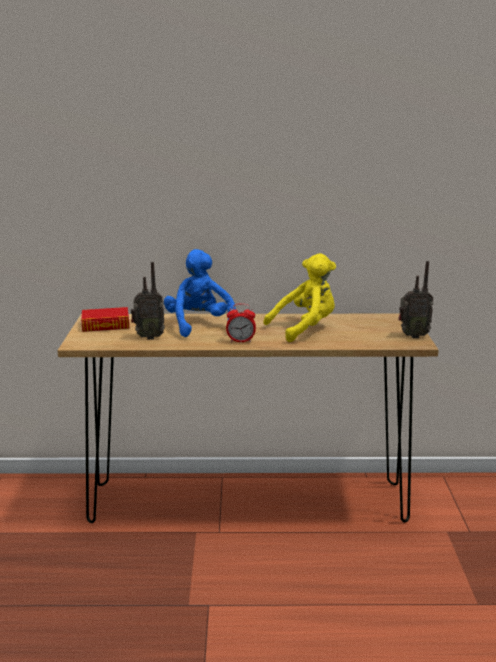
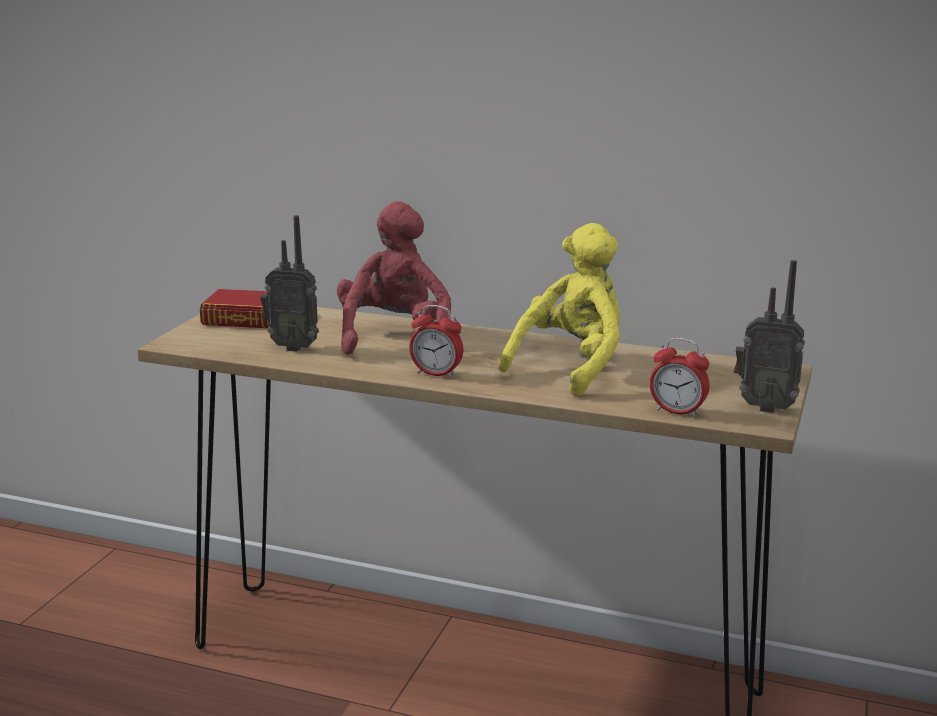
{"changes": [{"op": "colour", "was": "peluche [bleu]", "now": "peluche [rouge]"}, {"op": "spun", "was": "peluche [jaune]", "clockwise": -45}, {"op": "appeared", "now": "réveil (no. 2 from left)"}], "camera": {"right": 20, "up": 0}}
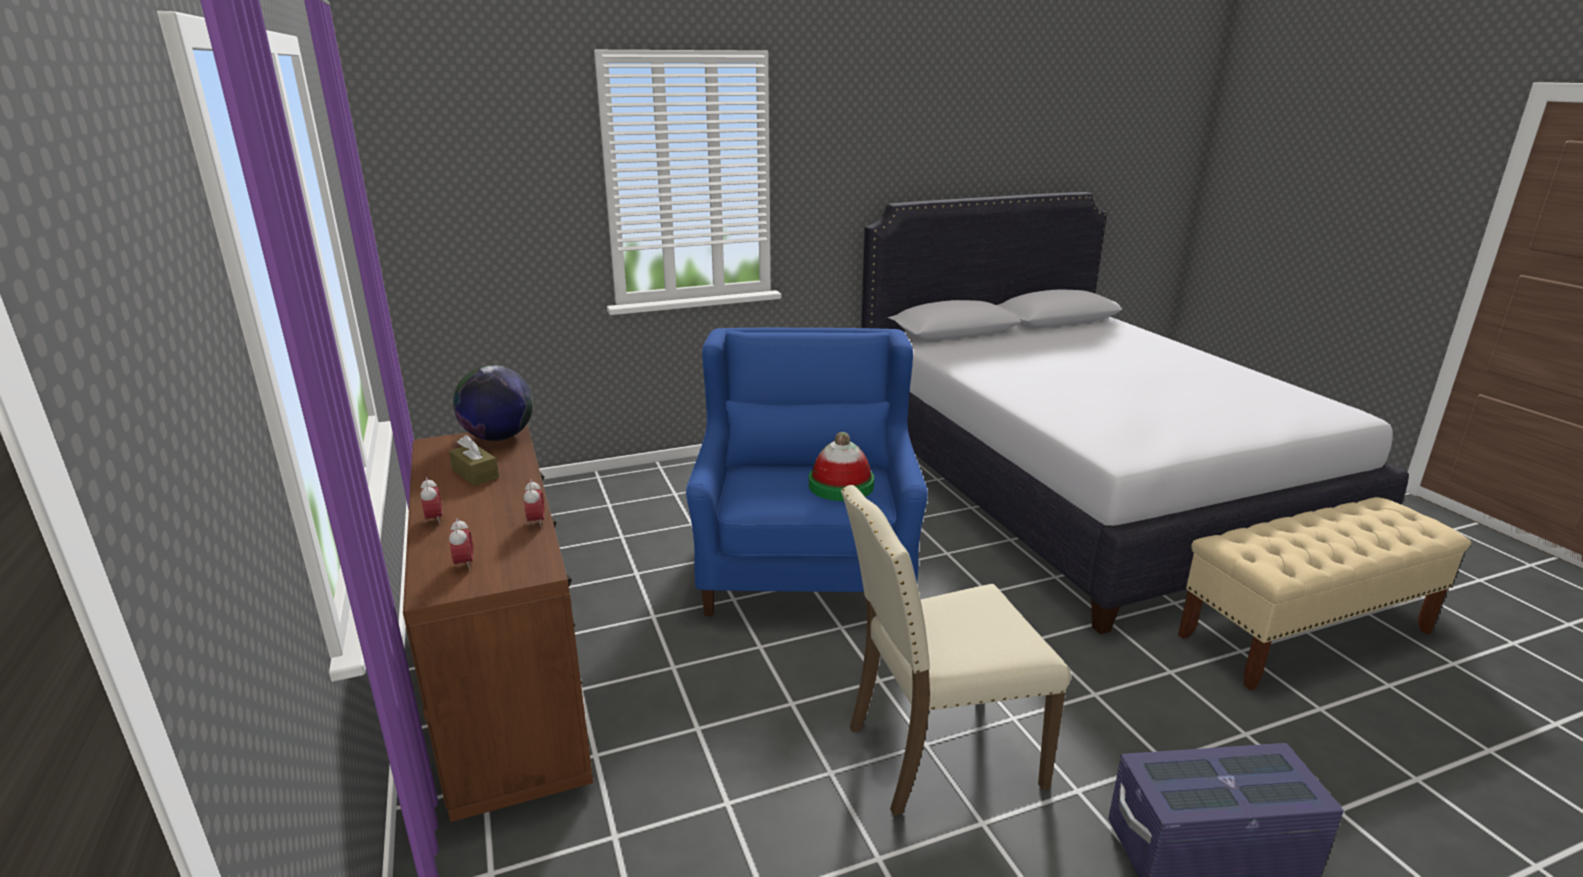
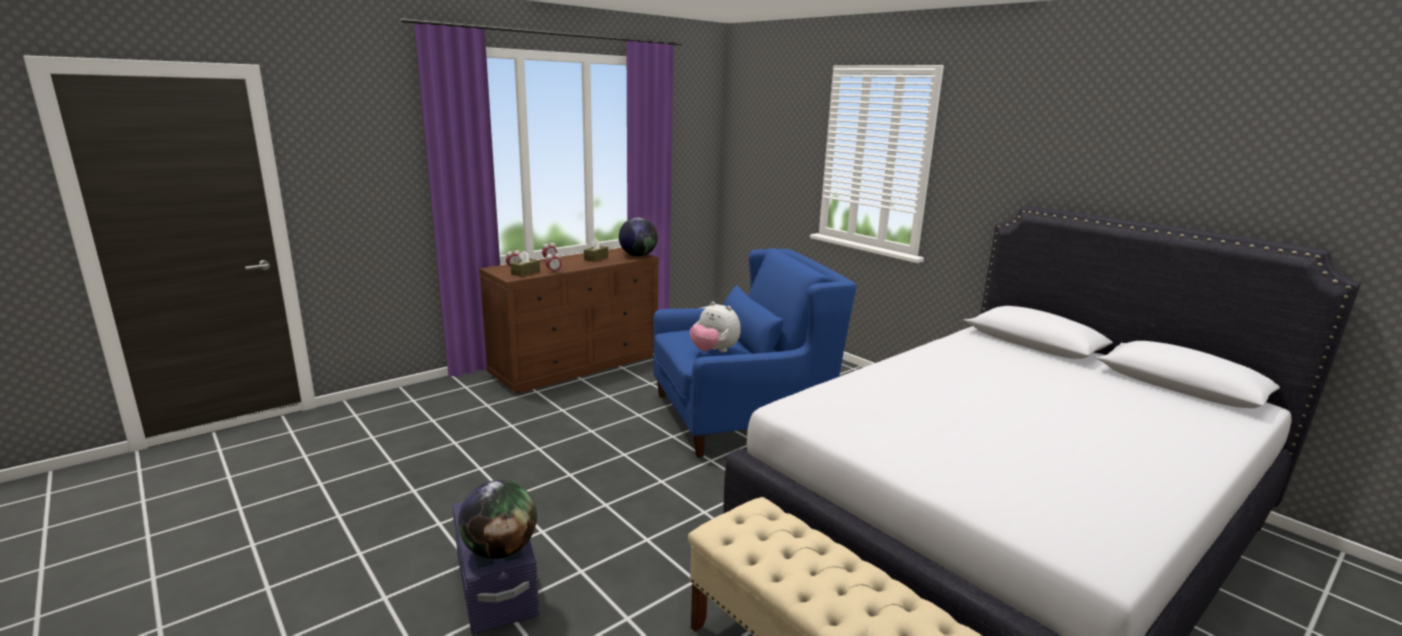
{"changes": [{"op": "exchanged", "was": "chapeau", "now": "peluche"}, {"op": "missing", "was": "chaise [beige]"}, {"op": "appeared", "now": "globe (no. 1 from left)"}, {"op": "appeared", "now": "boîte à mouchoirs [marron] (no. 1 from left)"}], "camera": {"right": 70, "up": -5}}
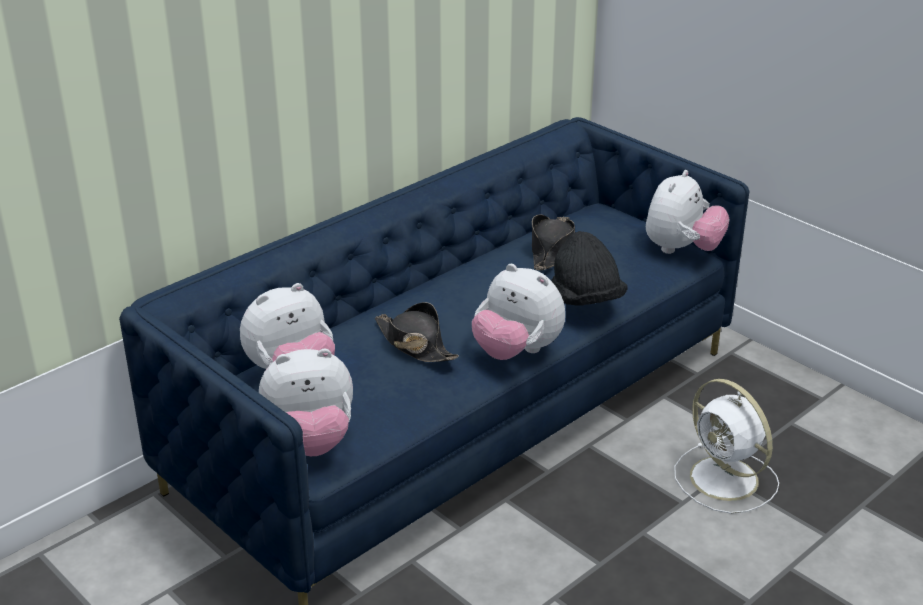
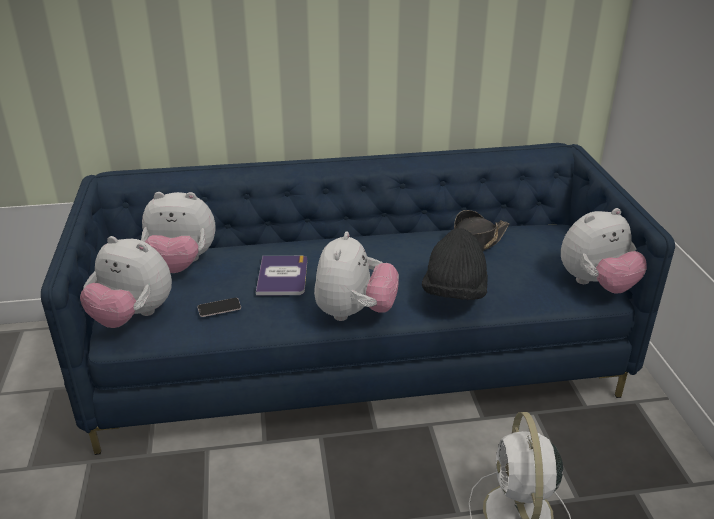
{"changes": [{"op": "exchanged", "was": "chapeau [noir] (no. 1 from left)", "now": "livre"}, {"op": "spun", "was": "peluche (no. 3 from left)", "clockwise": -150}, {"op": "appeared", "now": "téléphone"}], "camera": {"right": 35, "up": 0}}
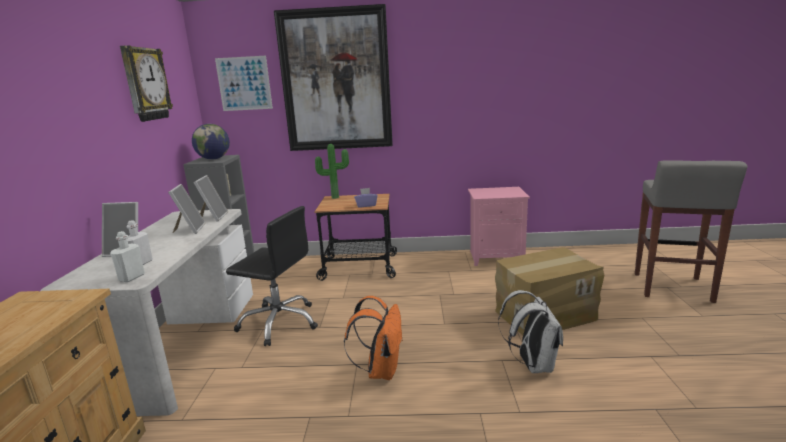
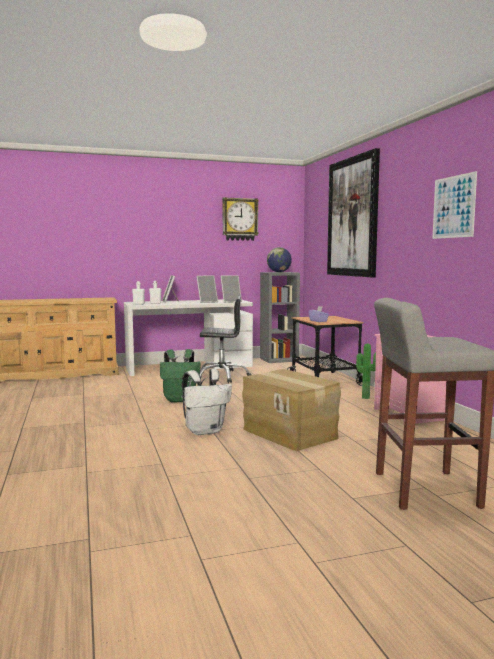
{"changes": [{"op": "relocated", "was": "tableau (no. 1 from left in the first image)", "now": "tableau (no. 2 from left)"}, {"op": "spun", "was": "chaise de bureau [noir]", "clockwise": -90}, {"op": "relocated", "was": "plante en pot"}, {"op": "colour", "was": "sac à dos [orange]", "now": "sac à dos [vert]"}], "camera": {"right": 70, "up": -10}}
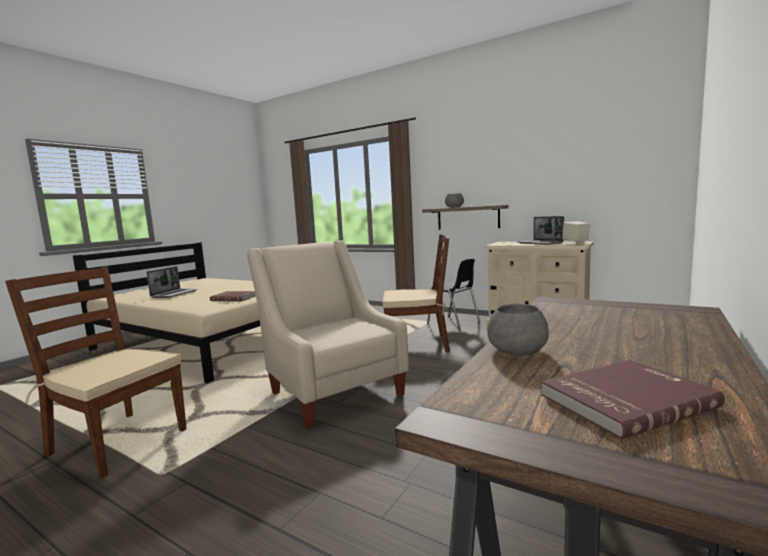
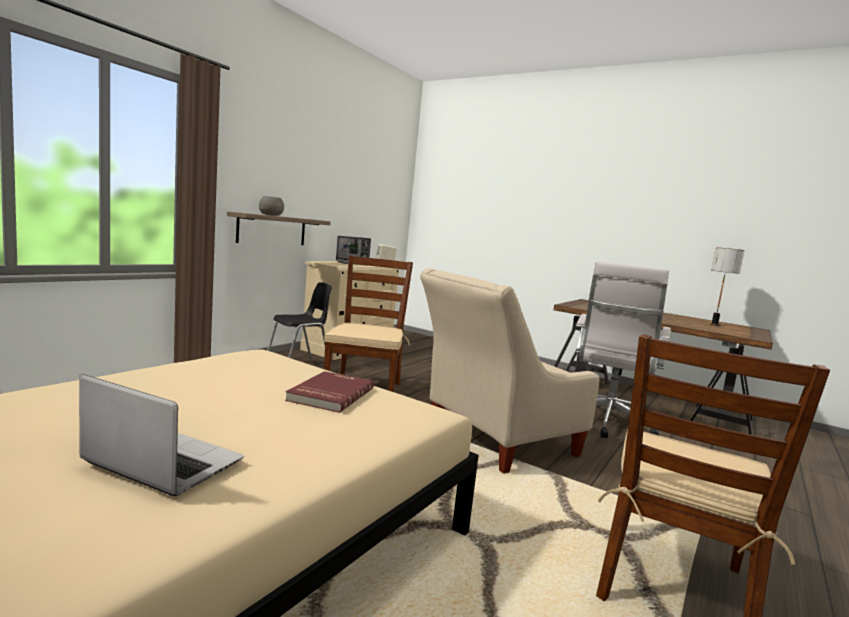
{"changes": [{"op": "missing", "was": "bol [gris] (no. 2 from left)"}, {"op": "exchanged", "was": "livre [rouge] (no. 2 from left)", "now": "lampe de table"}, {"op": "appeared", "now": "chaise de bureau [blanc]"}], "camera": {"right": -90, "up": 0}}
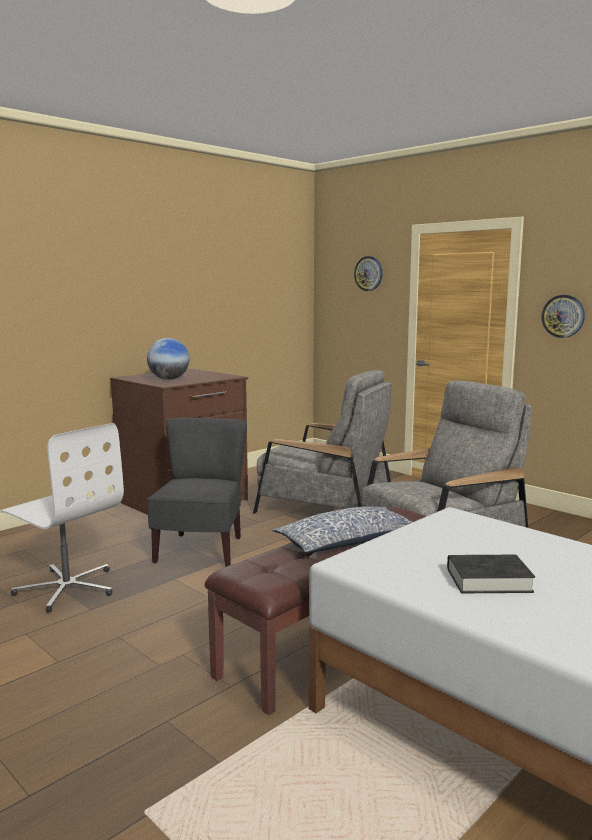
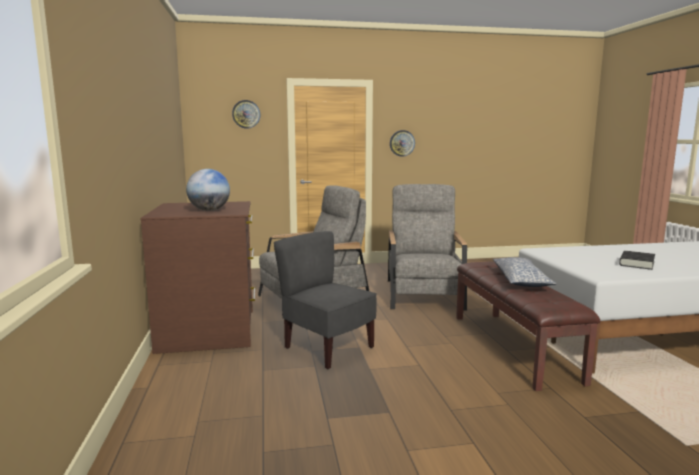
{"changes": [{"op": "missing", "was": "chaise de bureau [blanc]"}], "camera": {"right": -55, "up": 0}}
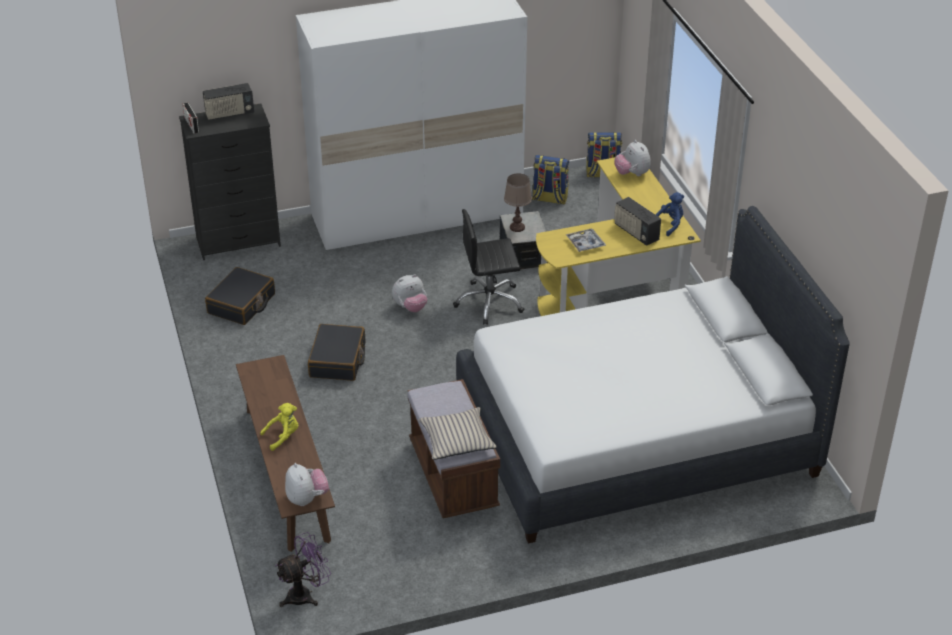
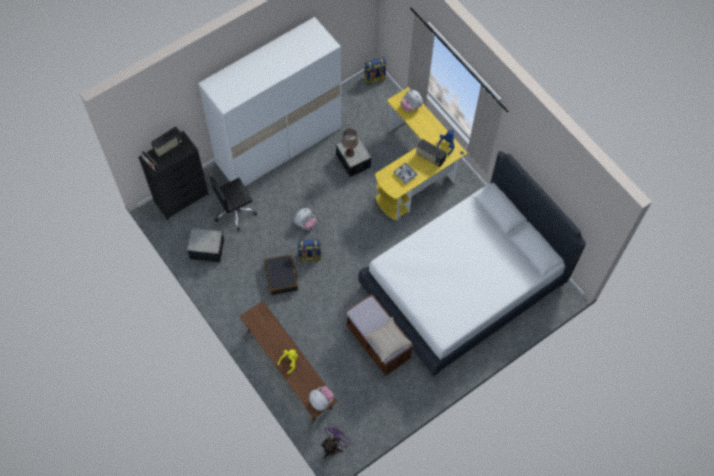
{"changes": [{"op": "exchanged", "was": "valise [noir] (no. 1 from left)", "now": "boîte de rangement (no. 1 from left)"}, {"op": "relocated", "was": "chaise de bureau [noir]"}, {"op": "relocated", "was": "sac à dos (no. 1 from left)"}], "camera": {"right": -20, "up": 25}}
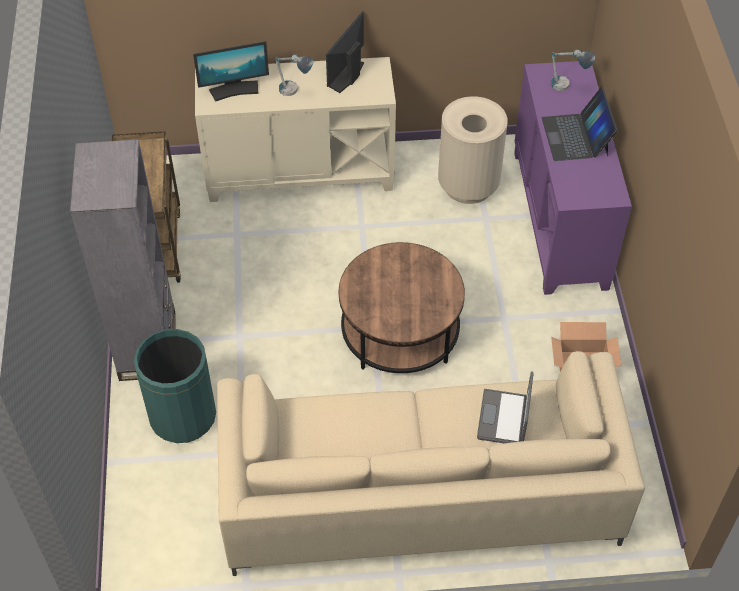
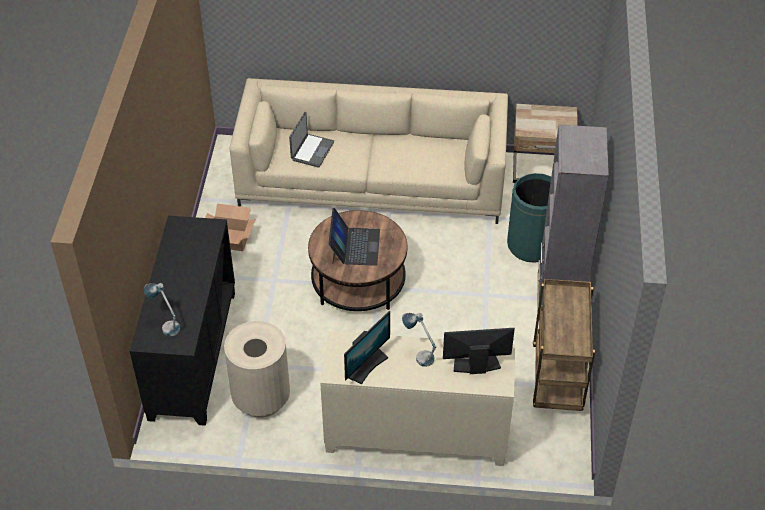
{"changes": [{"op": "colour", "was": "meuble de rangement [violet]", "now": "meuble de rangement [noir]"}, {"op": "relocated", "was": "ordinateur portable (no. 2 from left)"}, {"op": "appeared", "now": "table de chevet [beige]"}], "camera": {"right": -170, "up": -5}}
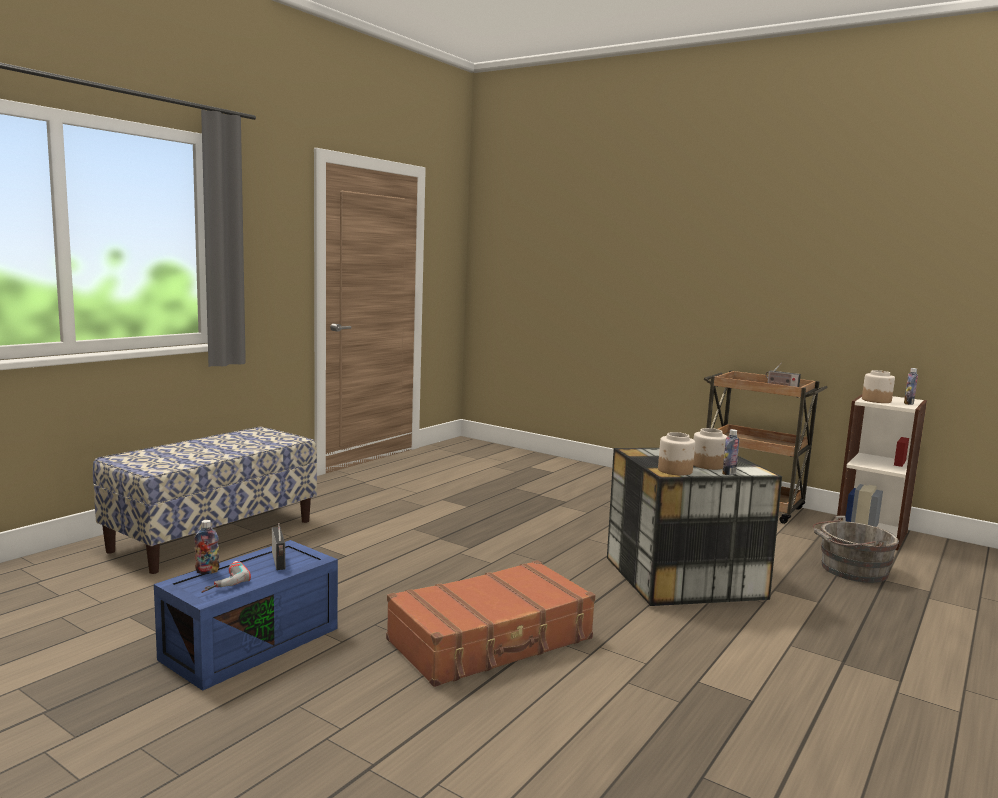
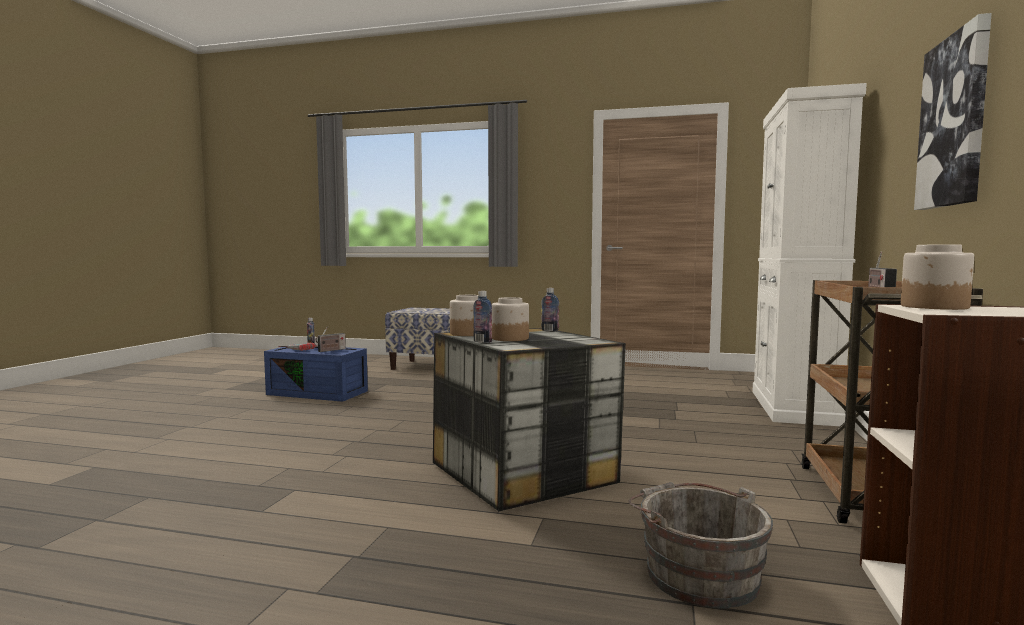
{"changes": [{"op": "missing", "was": "valise [marron]"}, {"op": "relocated", "was": "bouteille (no. 3 from left)"}, {"op": "appeared", "now": "meuble de rangement [blanc]"}, {"op": "appeared", "now": "tableau"}], "camera": {"right": 70, "up": -5}}
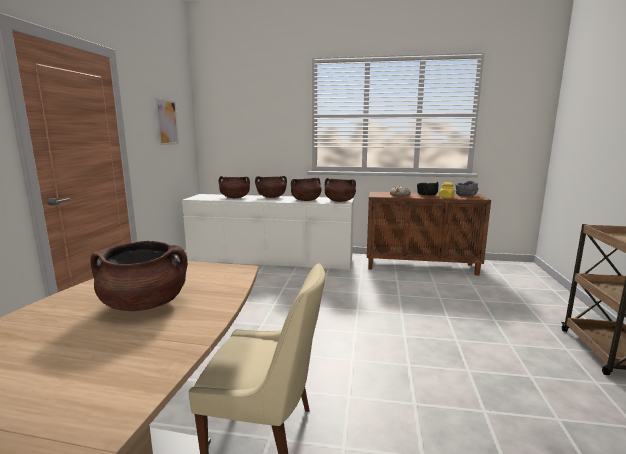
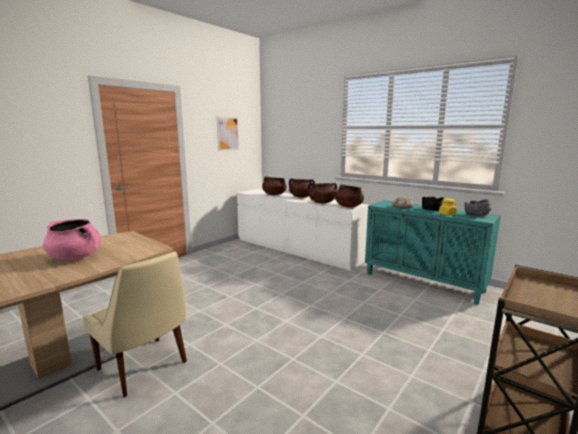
{"changes": [{"op": "colour", "was": "marmite [marron] (no. 1 from left)", "now": "marmite [rose]"}, {"op": "colour", "was": "meuble de rangement [marron]", "now": "meuble de rangement [turquoise]"}], "camera": {"right": 30, "up": 0}}
